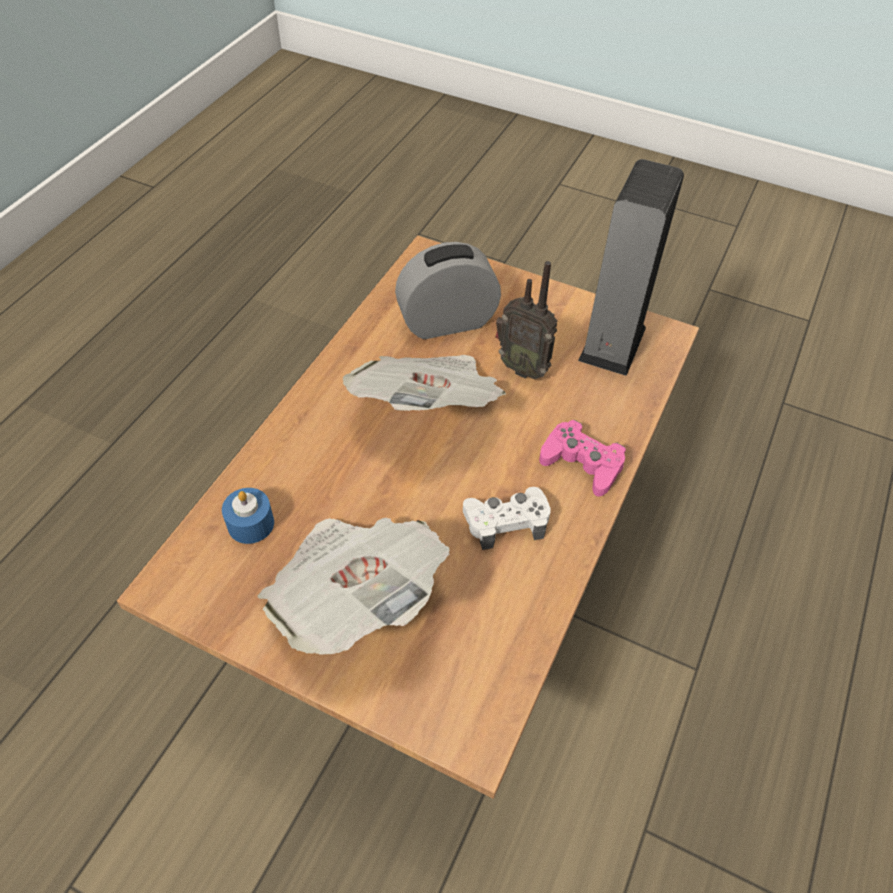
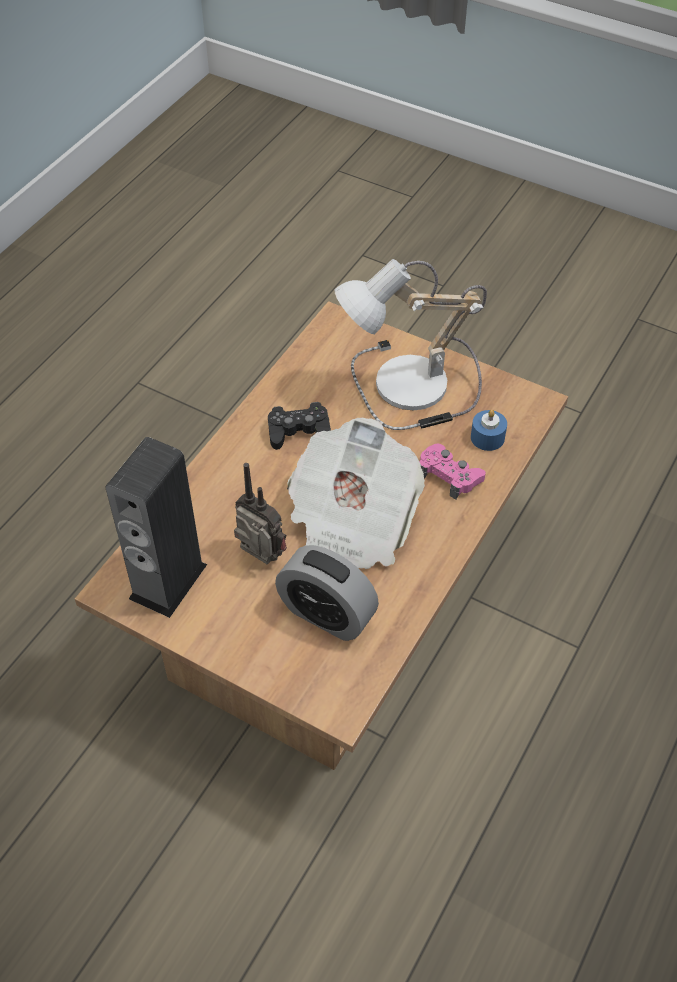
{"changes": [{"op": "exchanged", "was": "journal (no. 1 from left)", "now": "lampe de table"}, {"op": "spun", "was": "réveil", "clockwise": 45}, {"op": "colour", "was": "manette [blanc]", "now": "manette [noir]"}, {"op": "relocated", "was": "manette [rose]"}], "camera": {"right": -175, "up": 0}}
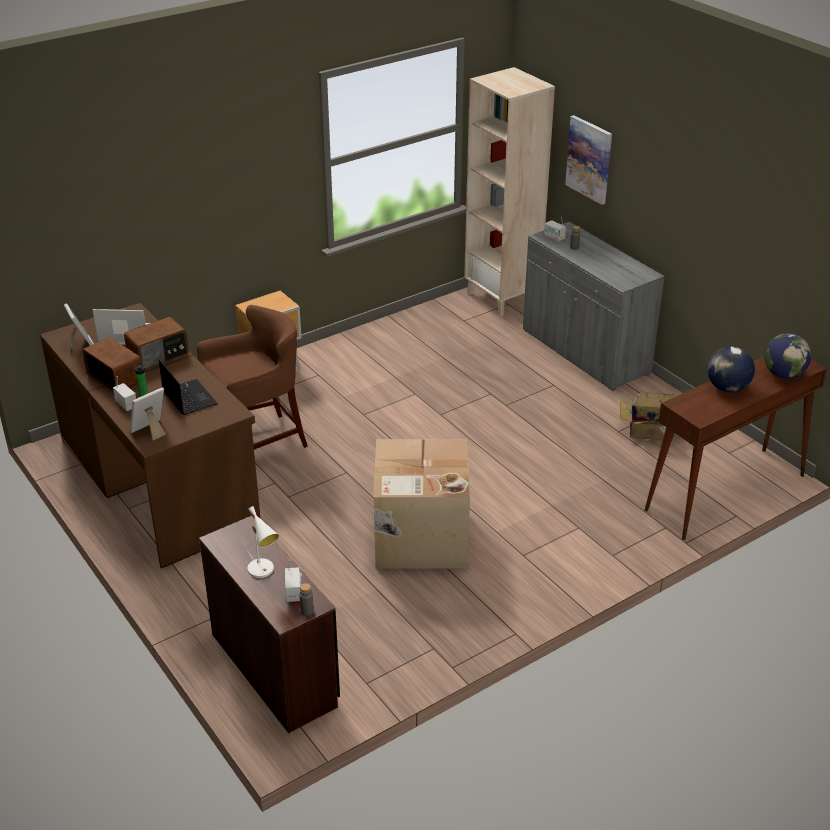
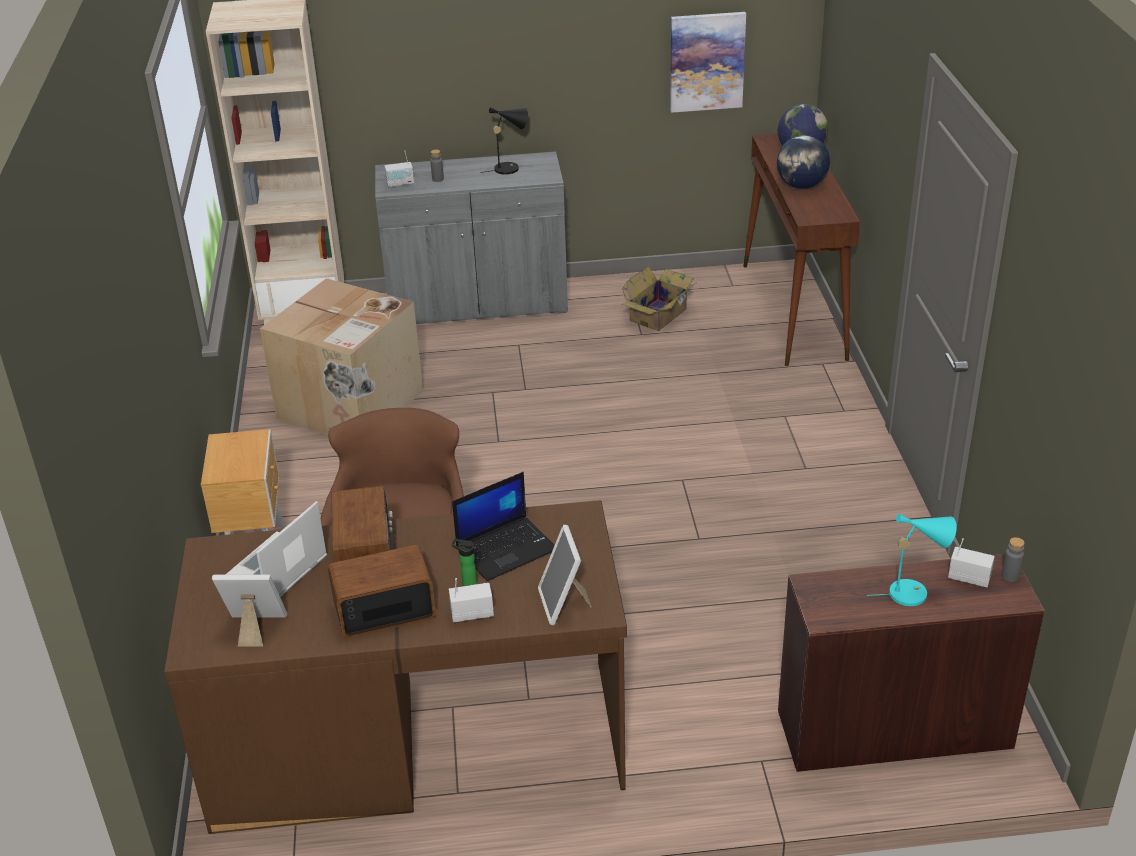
{"changes": [{"op": "spun", "was": "ordinateur portable (no. 2 from left)", "clockwise": 150}, {"op": "colour", "was": "lampe de table [blanc]", "now": "lampe de table [turquoise]"}, {"op": "relocated", "was": "carton (no. 1 from left)"}, {"op": "relocated", "was": "tableau"}, {"op": "appeared", "now": "lampe de table [noir]"}], "camera": {"right": -60, "up": 0}}
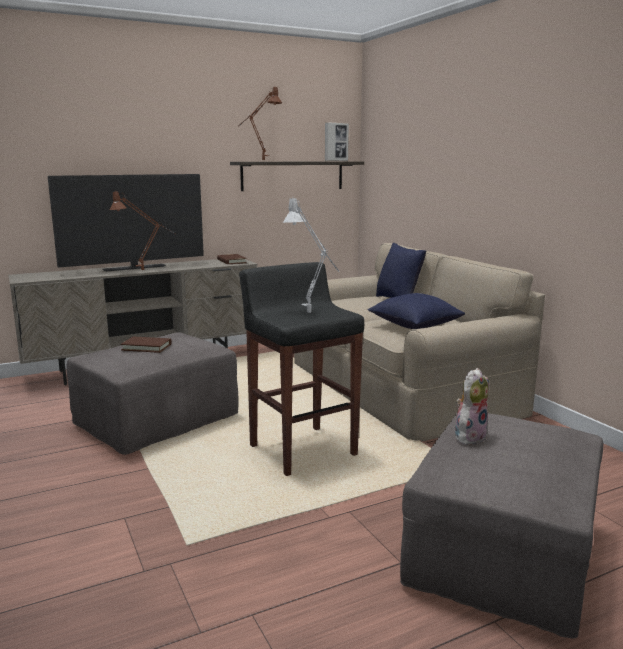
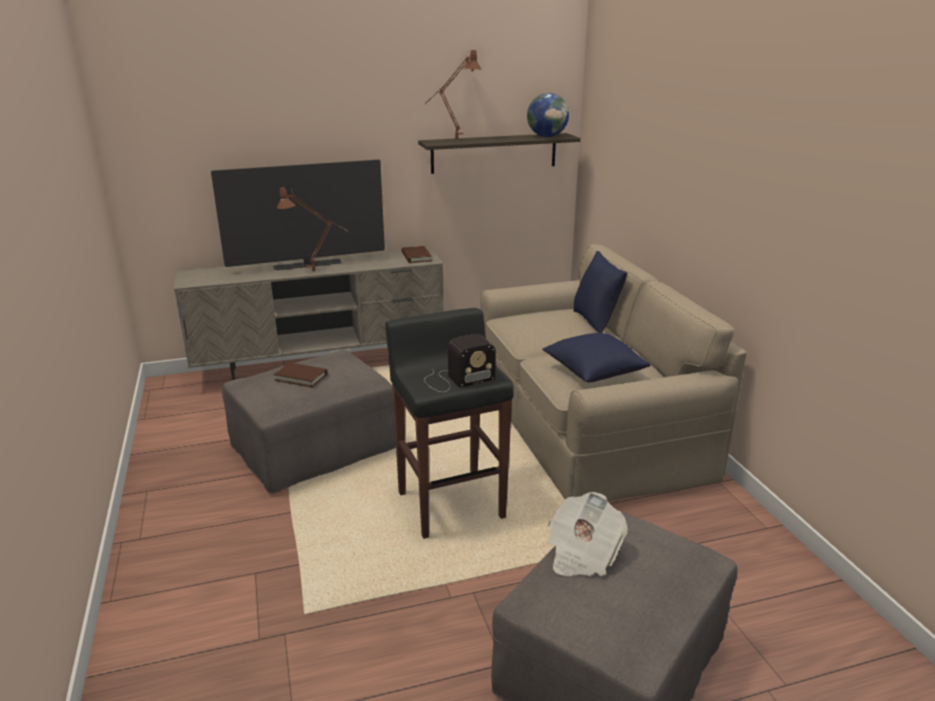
{"changes": [{"op": "exchanged", "was": "lampe de table [gris]", "now": "radio"}, {"op": "exchanged", "was": "cadre photo", "now": "globe"}, {"op": "exchanged", "was": "peluche", "now": "journal"}], "camera": {"right": 10, "up": 10}}
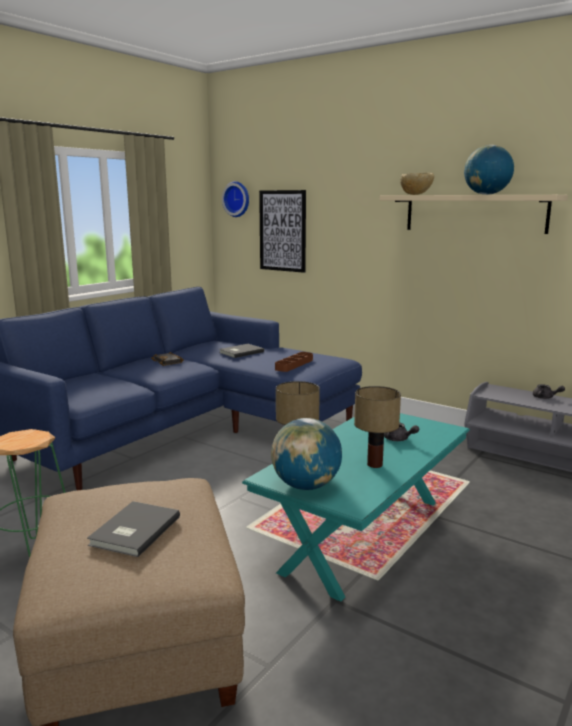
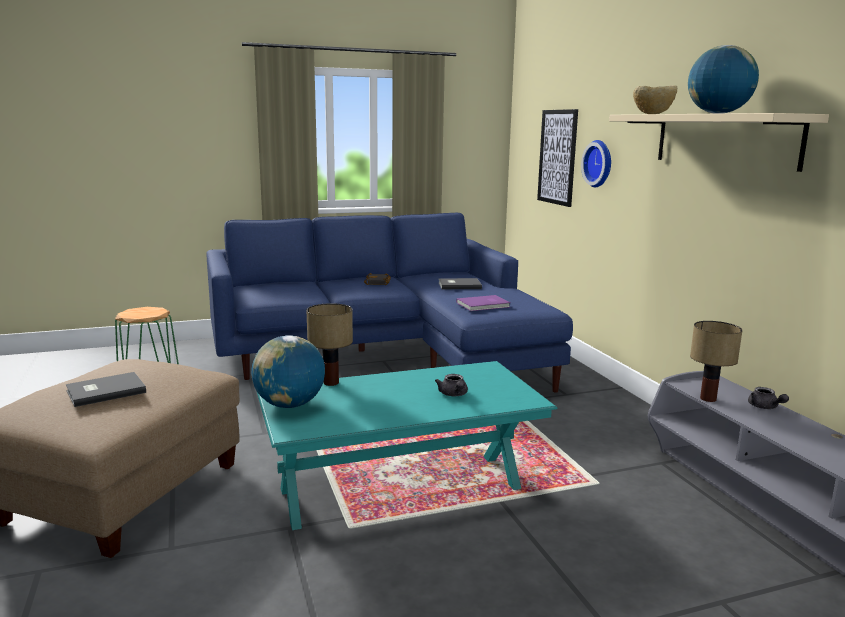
{"changes": [{"op": "relocated", "was": "horloge murale"}, {"op": "exchanged", "was": "plateau [marron]", "now": "livre [violet]"}, {"op": "relocated", "was": "lampe de table (no. 2 from left)"}], "camera": {"right": 35, "up": 0}}
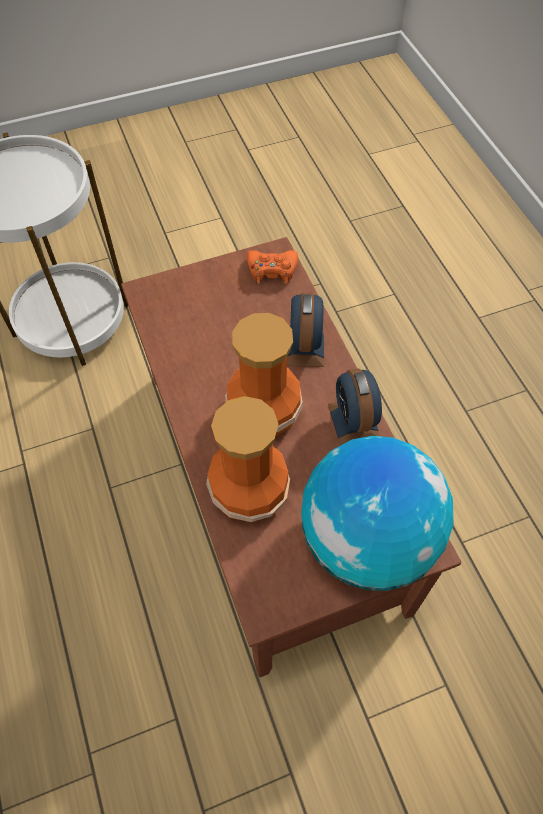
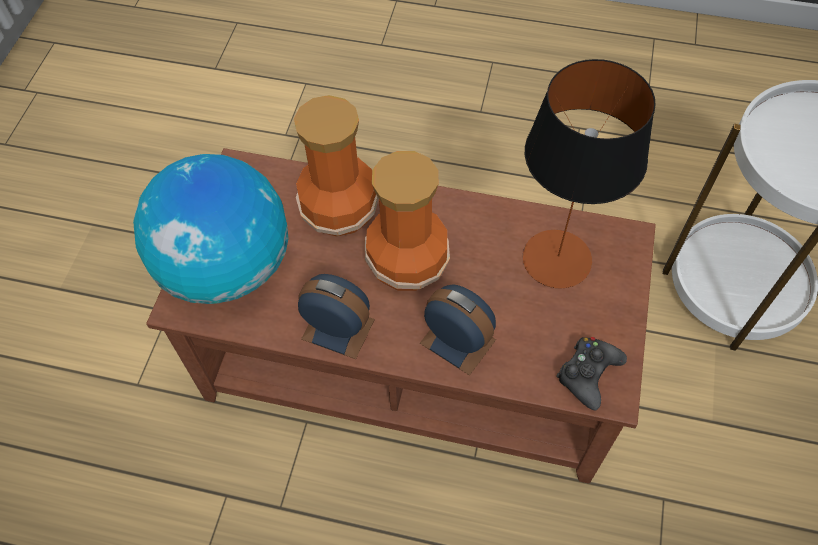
{"changes": [{"op": "colour", "was": "manette [orange]", "now": "manette [noir]"}, {"op": "appeared", "now": "lampe de table"}], "camera": {"right": 125, "up": 0}}
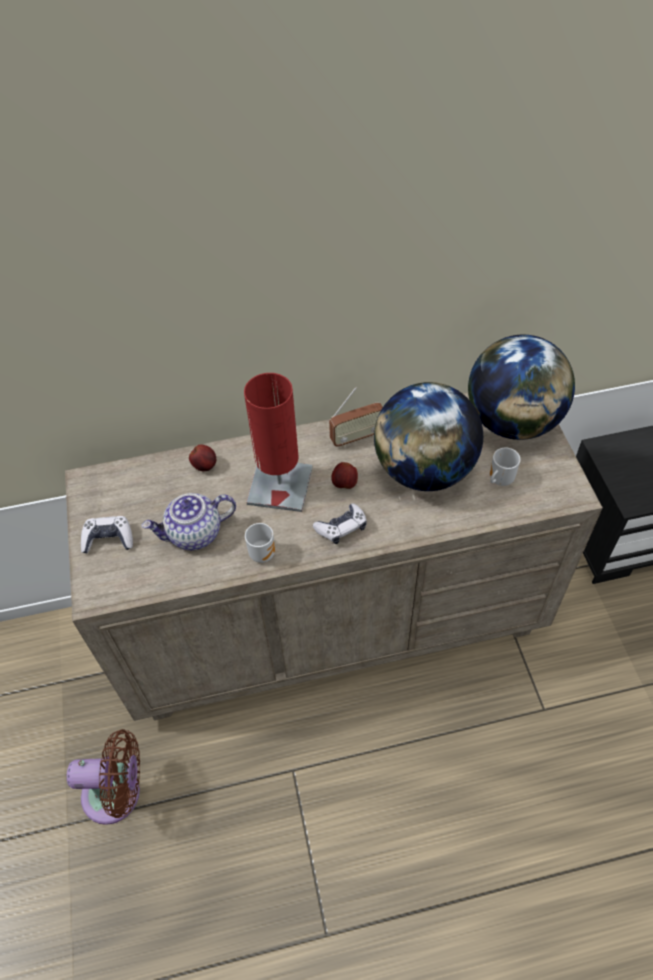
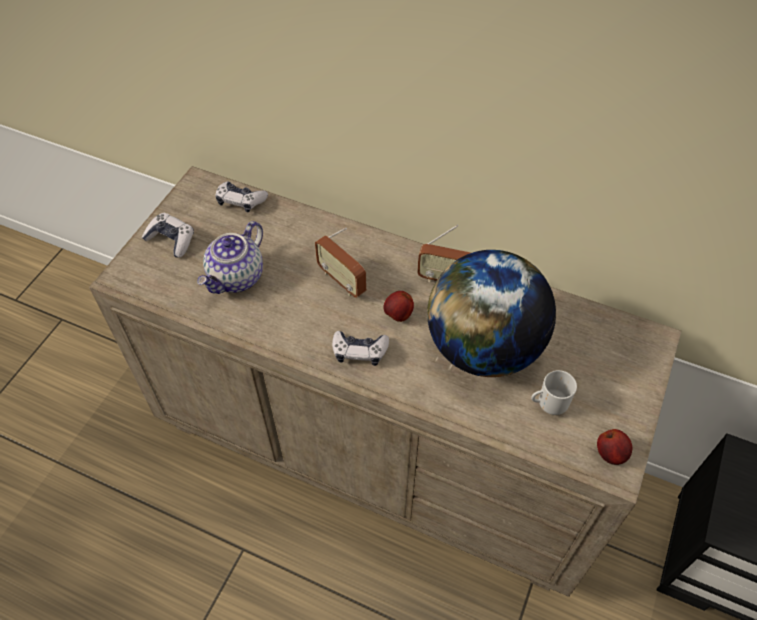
{"changes": [{"op": "missing", "was": "ventilateur [marron]"}, {"op": "spun", "was": "théière", "clockwise": -75}, {"op": "relocated", "was": "pomme (no. 1 from left in the first image)", "now": "pomme (no. 2 from left)"}, {"op": "exchanged", "was": "lampe de table [rouge]", "now": "radio (no. 1 from left)"}, {"op": "missing", "was": "mug (no. 1 from left)"}, {"op": "missing", "was": "globe (no. 2 from left)"}, {"op": "appeared", "now": "manette (no. 2 from left)"}], "camera": {"right": 35, "up": 0}}
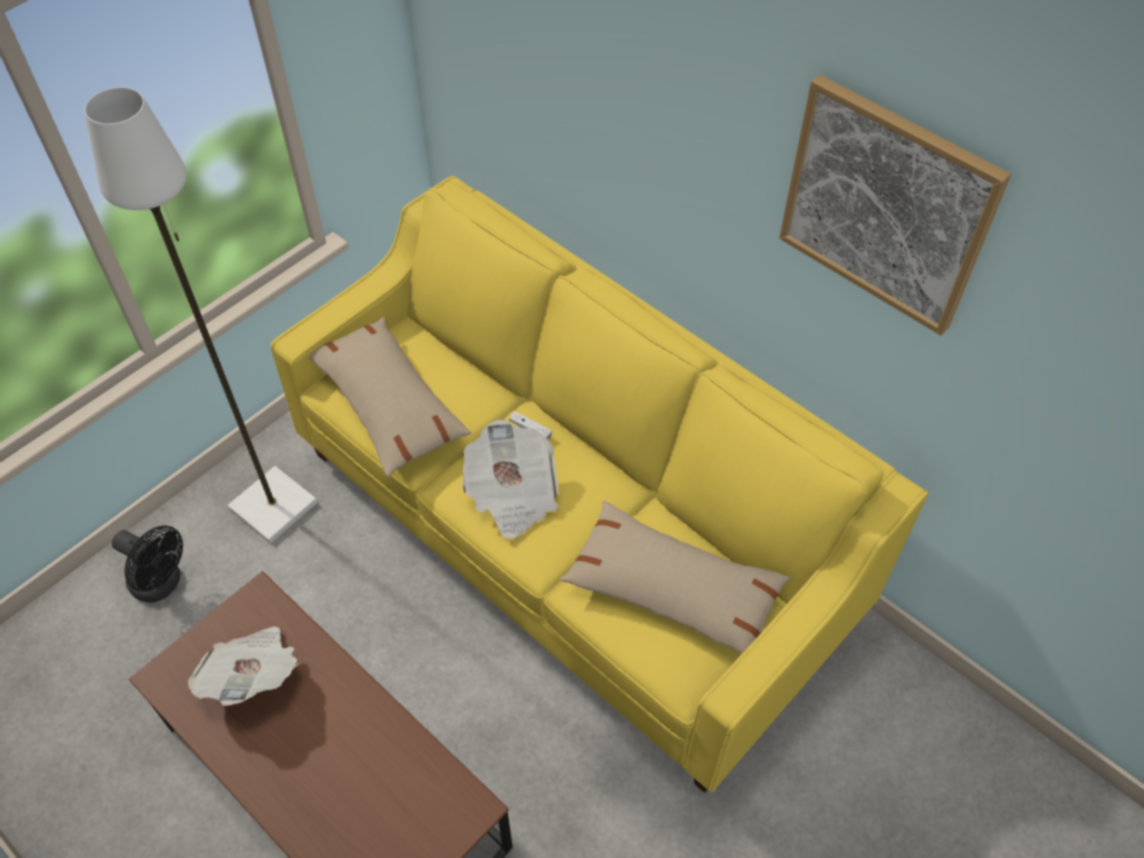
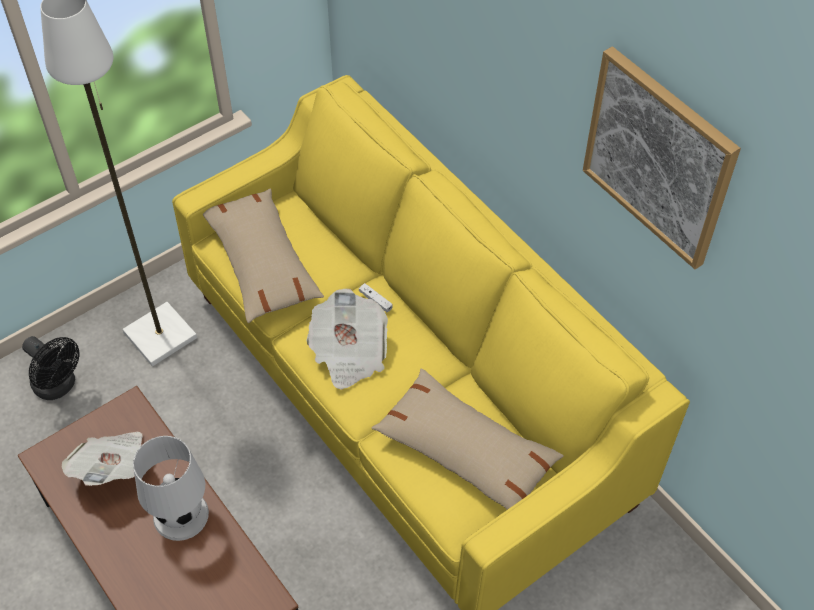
{"changes": [{"op": "appeared", "now": "lampe de table [blanc]"}], "camera": {"right": 10, "up": 0}}
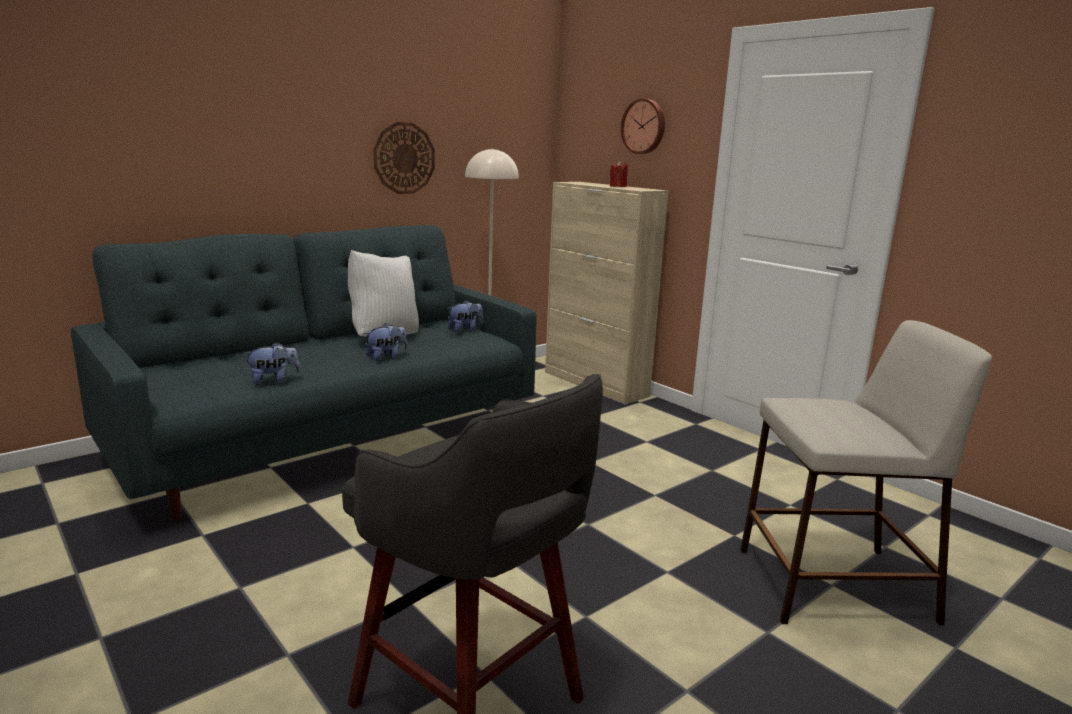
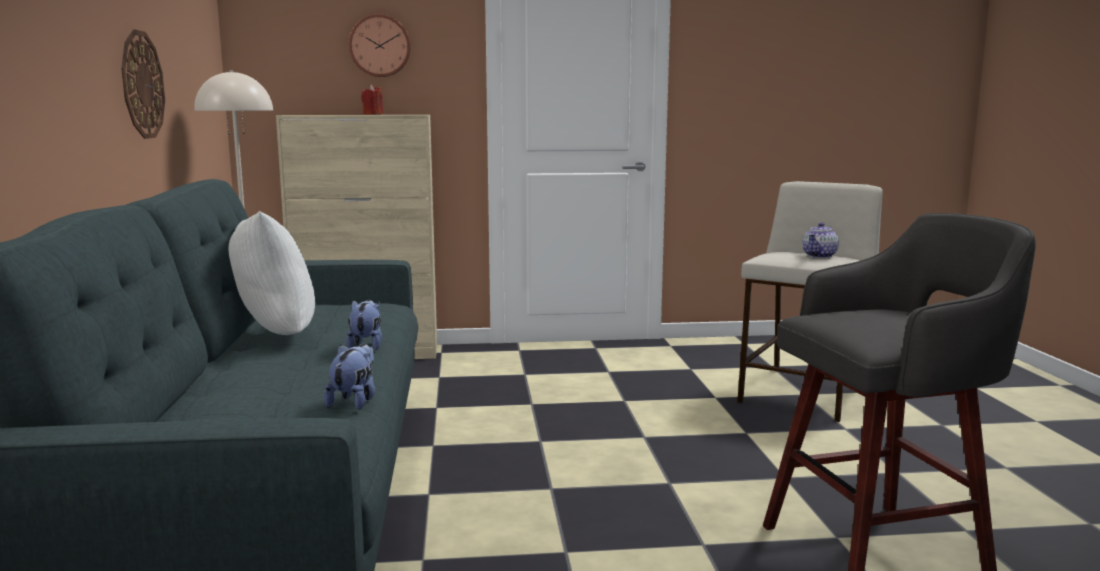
{"changes": [{"op": "missing", "was": "peluche (no. 3 from left)"}, {"op": "appeared", "now": "théière"}], "camera": {"right": -55, "up": -5}}
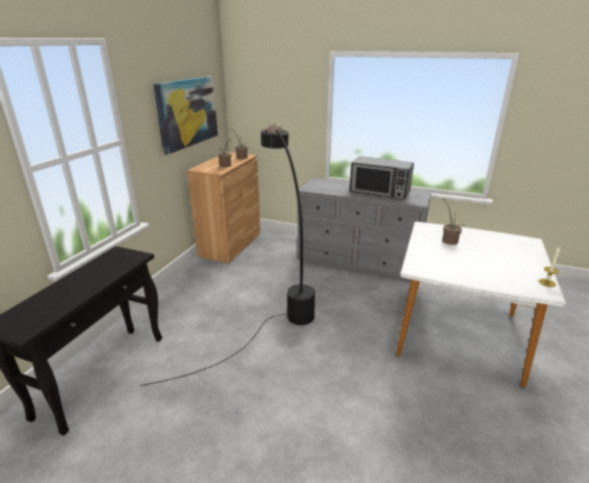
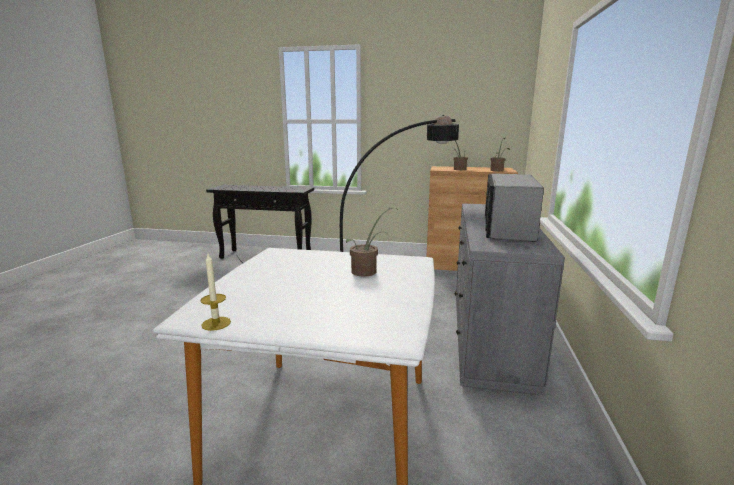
{"changes": [{"op": "missing", "was": "tableau"}], "camera": {"right": 80, "up": -10}}
